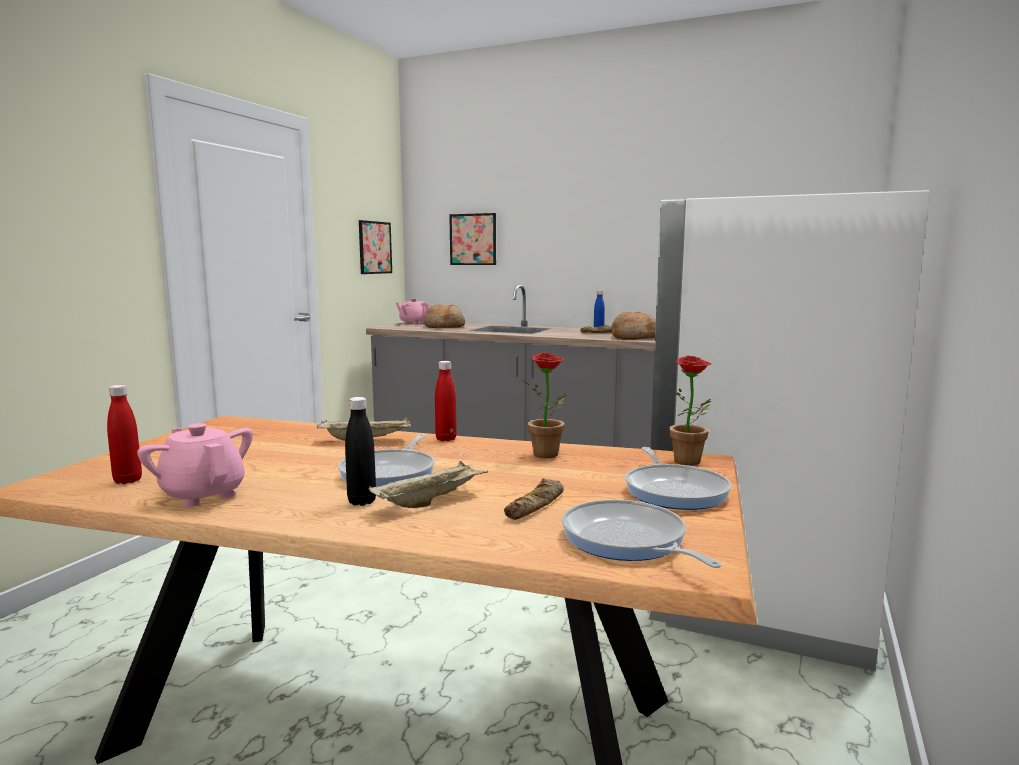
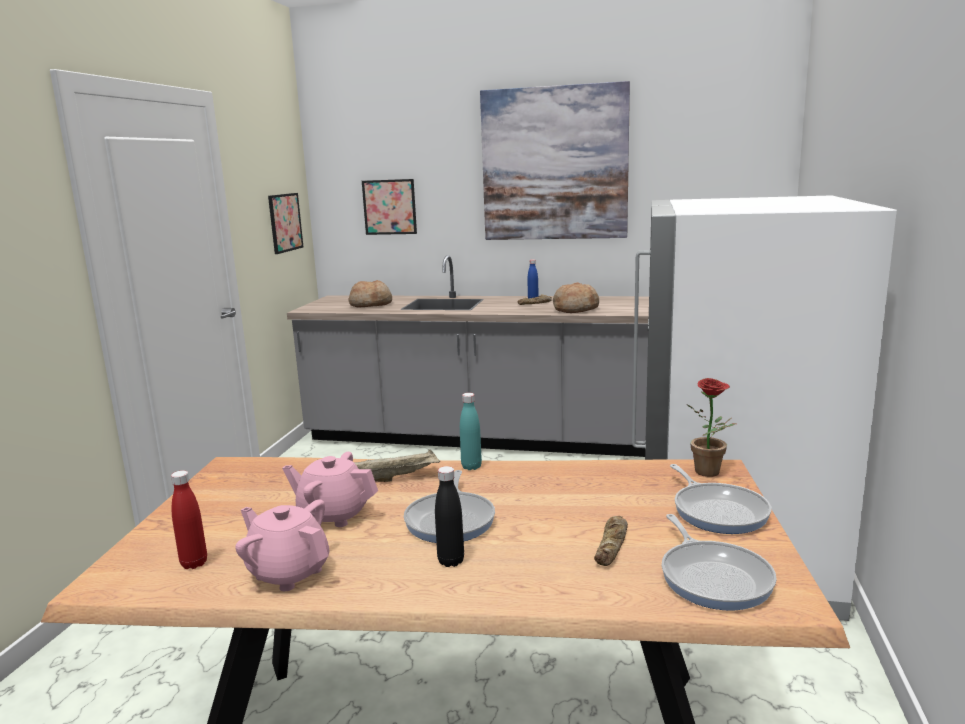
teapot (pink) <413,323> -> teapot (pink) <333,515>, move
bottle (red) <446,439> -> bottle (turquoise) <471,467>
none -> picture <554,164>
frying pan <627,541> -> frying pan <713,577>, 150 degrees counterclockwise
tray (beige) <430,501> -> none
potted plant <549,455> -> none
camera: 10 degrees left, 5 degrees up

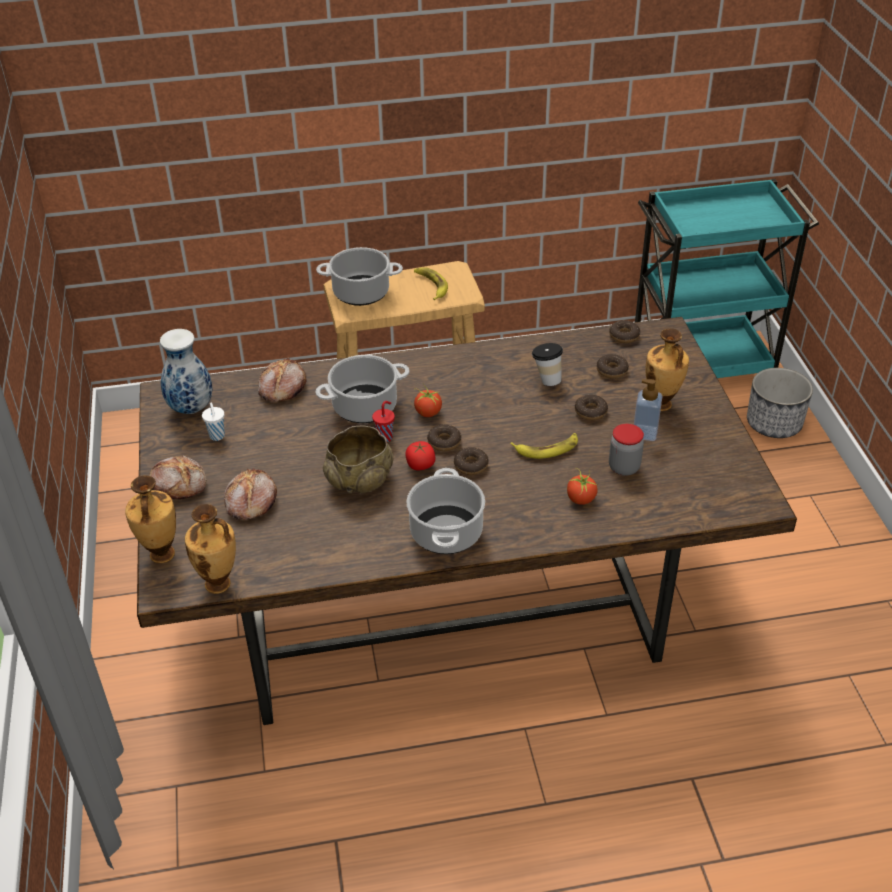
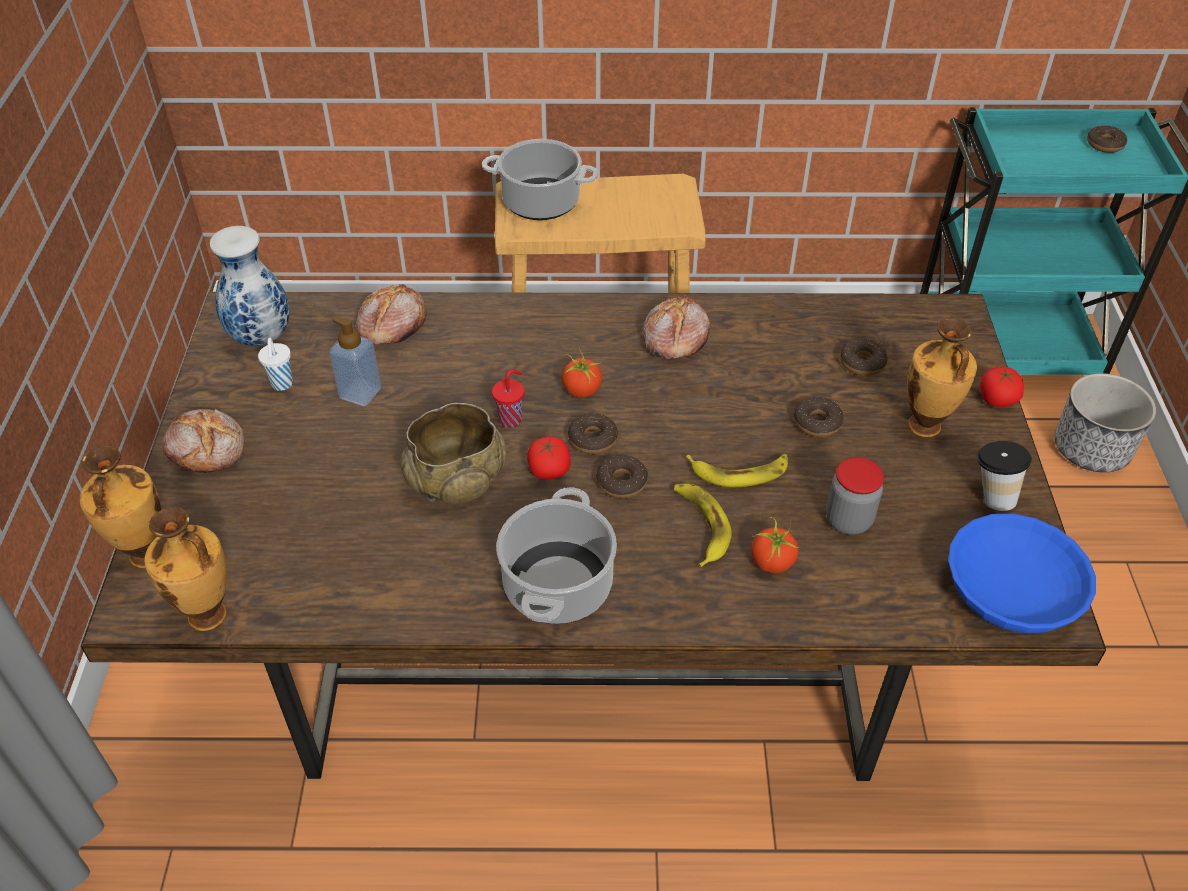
soap dispenser <645,433> -> soap dispenser <360,393>, move
bread <250,501> -> bread <674,338>, move
banana <431,285> -> banana <700,526>, move
none -> bowl (blue) <1011,591>
cup <546,379> -> cup <991,496>, move
none -> tomato <996,399>
donut <624,336> -> donut <1104,144>, move
cooking pot <364,407> -> none
camera: 10 degrees right, 5 degrees up

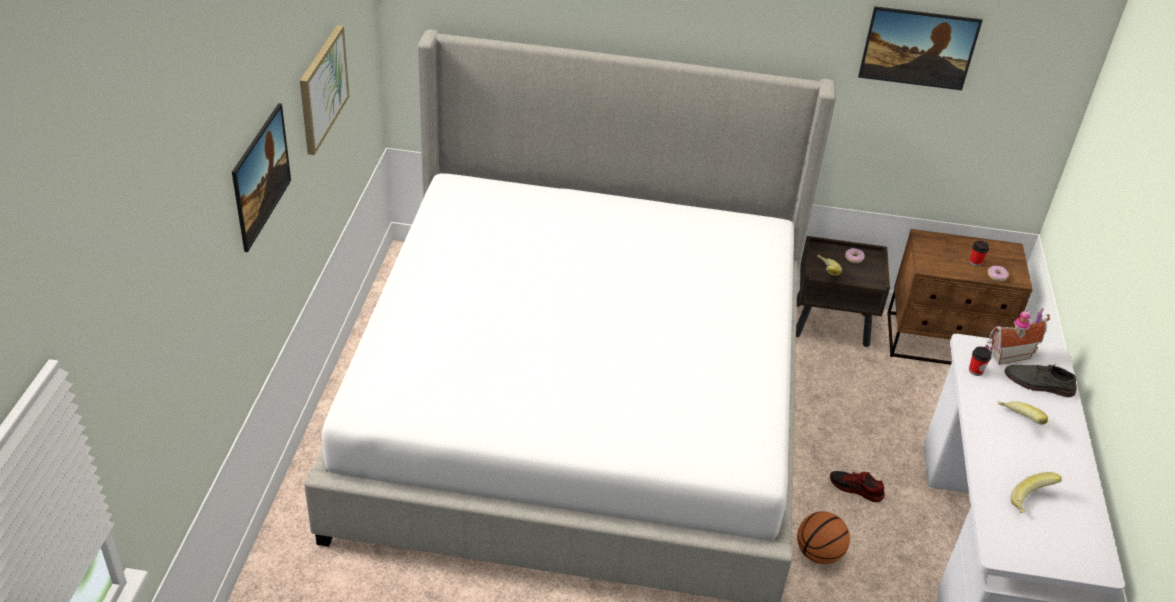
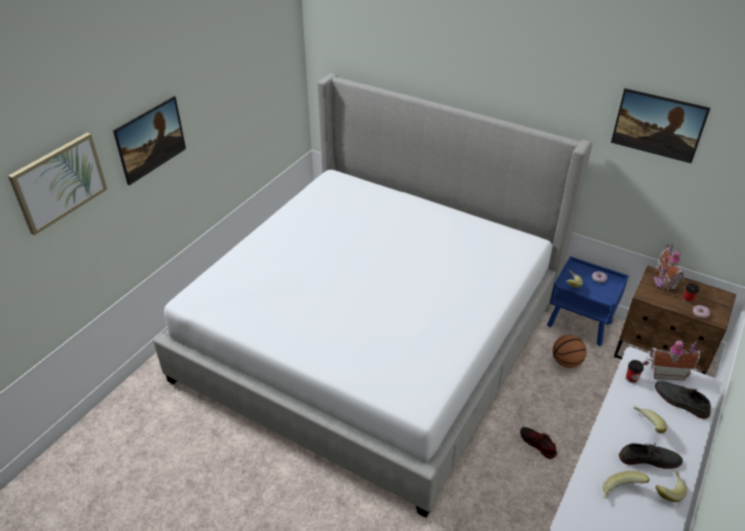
picture <322,88> -> picture <59,182>, move
nightstand (brown) <832,324> -> nightstand (blue) <580,324>
basketball <818,554> -> basketball <566,362>, move
none -> shoe (grey) <649,459>
none -> toy house <663,282>
none -> banana <666,490>
camera: 25 degrees right, 0 degrees up

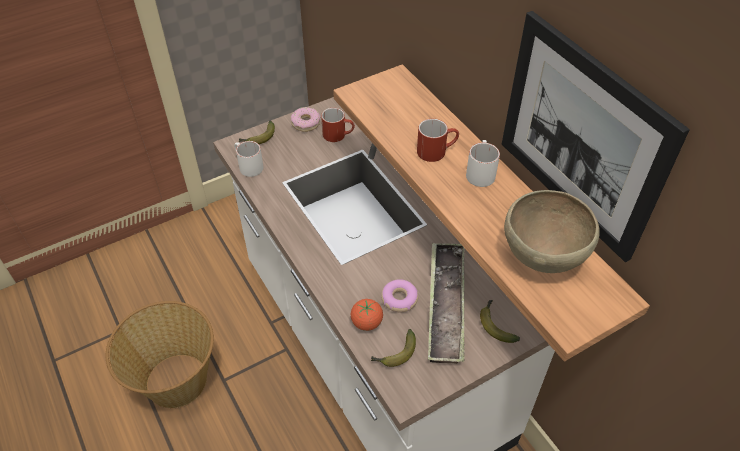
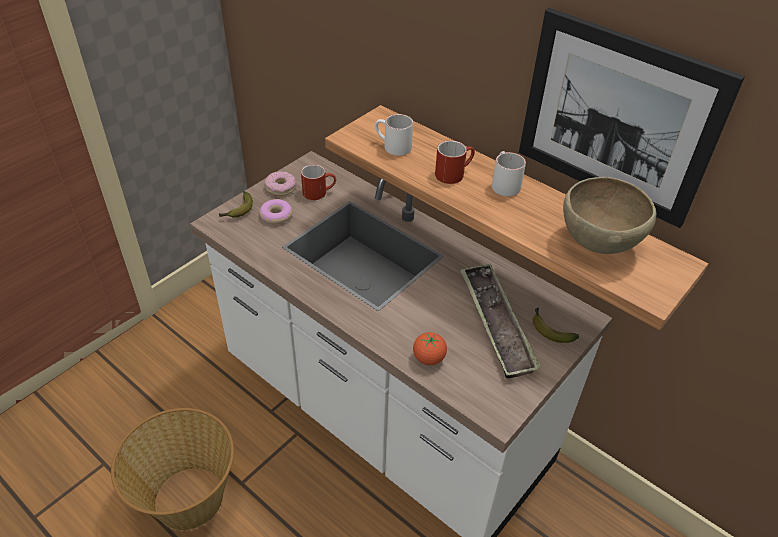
donut <399,299> -> donut <276,216>, move
mug (white) <247,166> -> mug (white) <392,146>, move
banana <395,354> -> none
camera: 20 degrees left, 5 degrees down

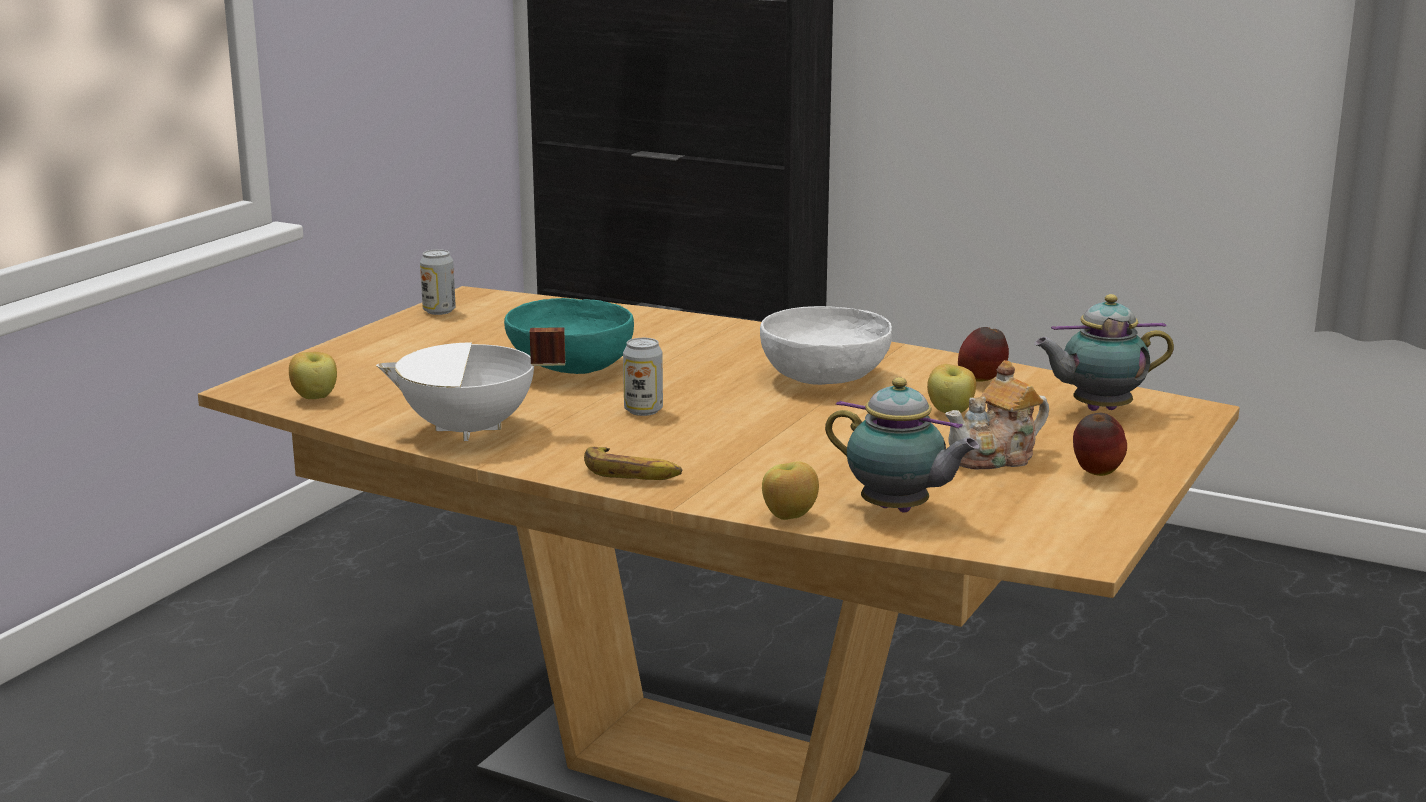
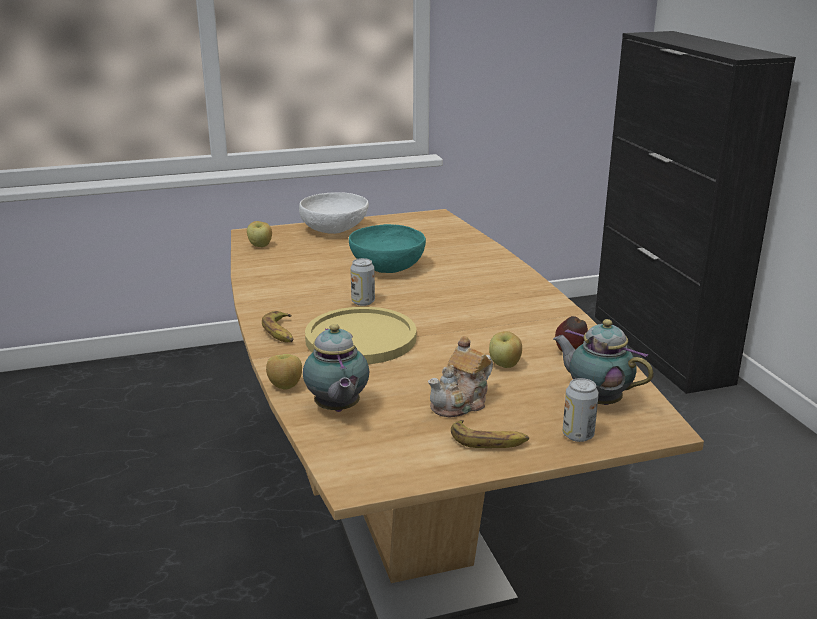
bowl (white) <825,377> -> bowl (white) <335,230>, move
none -> plate (yellow) <361,338>
teapot <996,457> -> teapot <461,403>, 60 degrees counterclockwise
apple <1096,475> -> banana <489,441>
can <439,311> -> can <578,435>, move
cooking pot (white) <469,430> -> none
camera: 45 degrees right, 5 degrees up

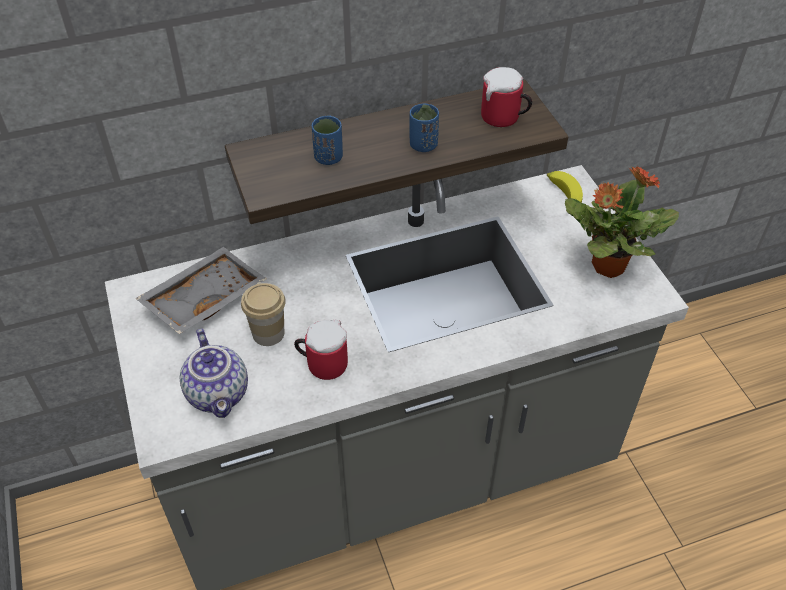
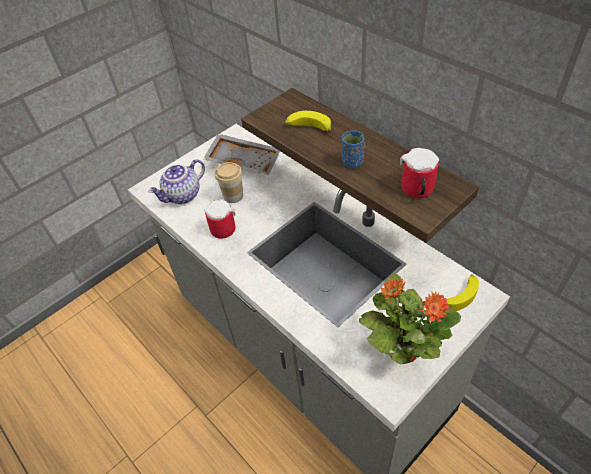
cup (blue) <328,158> -> banana <308,128>
camera: 70 degrees right, 0 degrees up

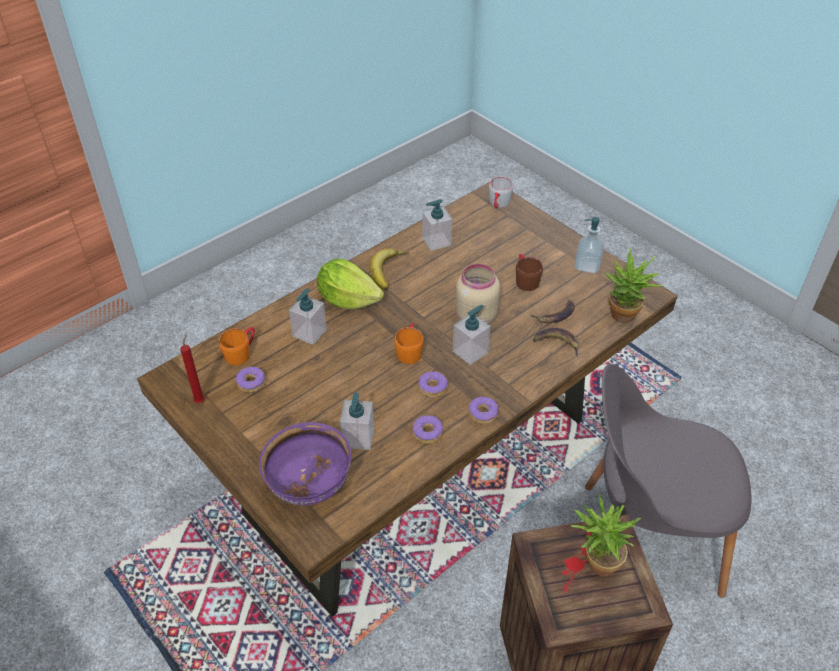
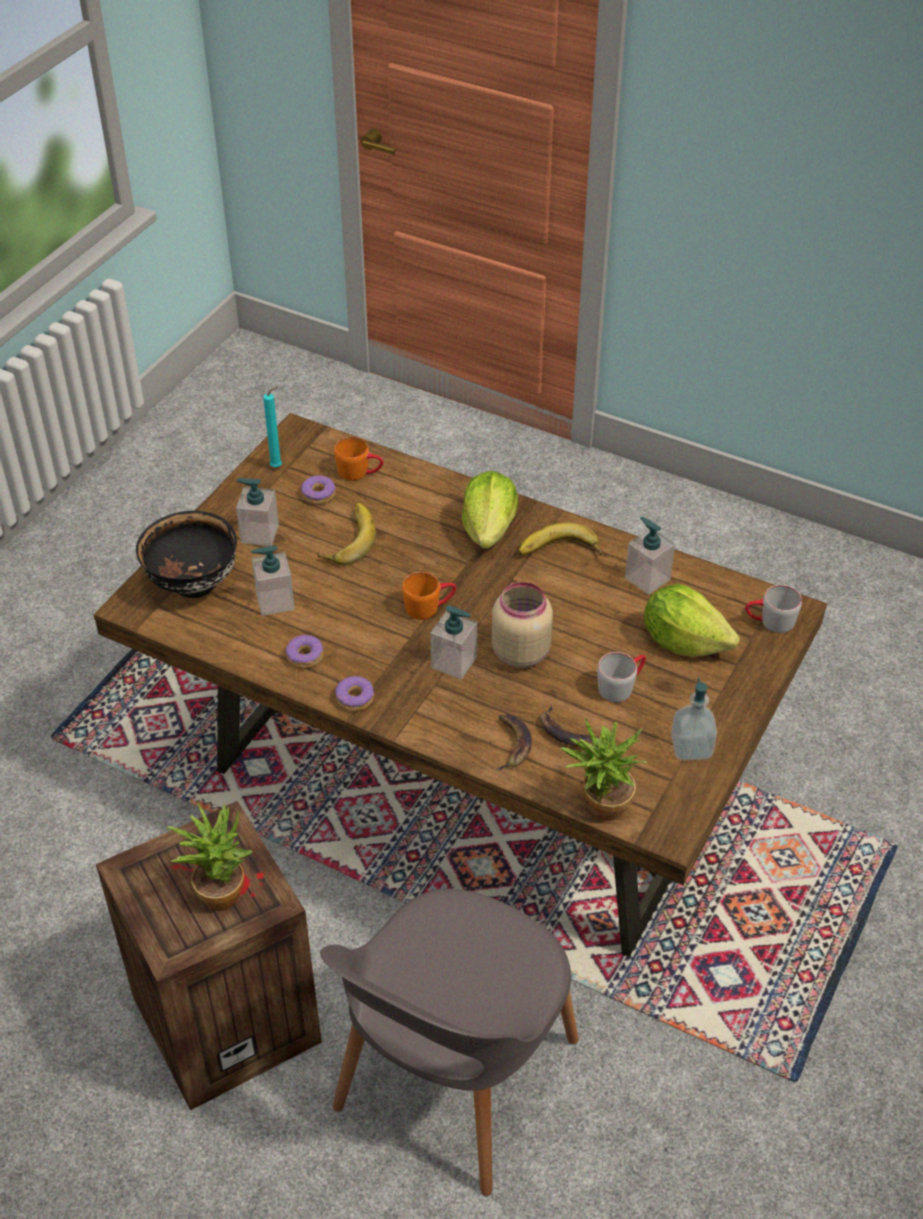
bowl (purple) <310,488> -> bowl (black) <193,585>
soap dispenser <309,333> -> soap dispenser <259,534>, move
candle (red) <200,400> -> candle (turquoise) <278,467>
none -> banana <347,538>
chair (grey) <645,538> -> chair (grey) <453,1080>, 135 degrees counterclockwise
mug (brown) <525,279> -> mug (grey) <621,685>
none -> lettuce <684,641>
donut <432,388> -> none
camera: 70 degrees right, 0 degrees up

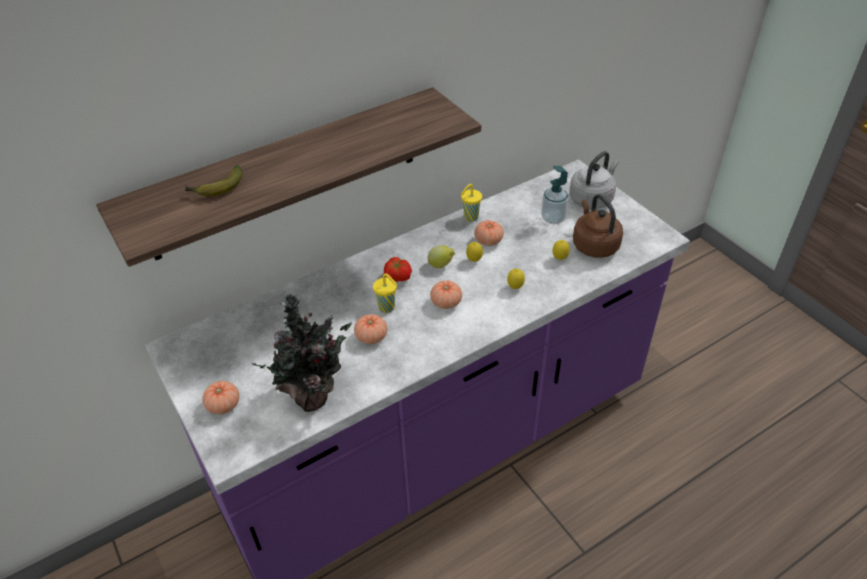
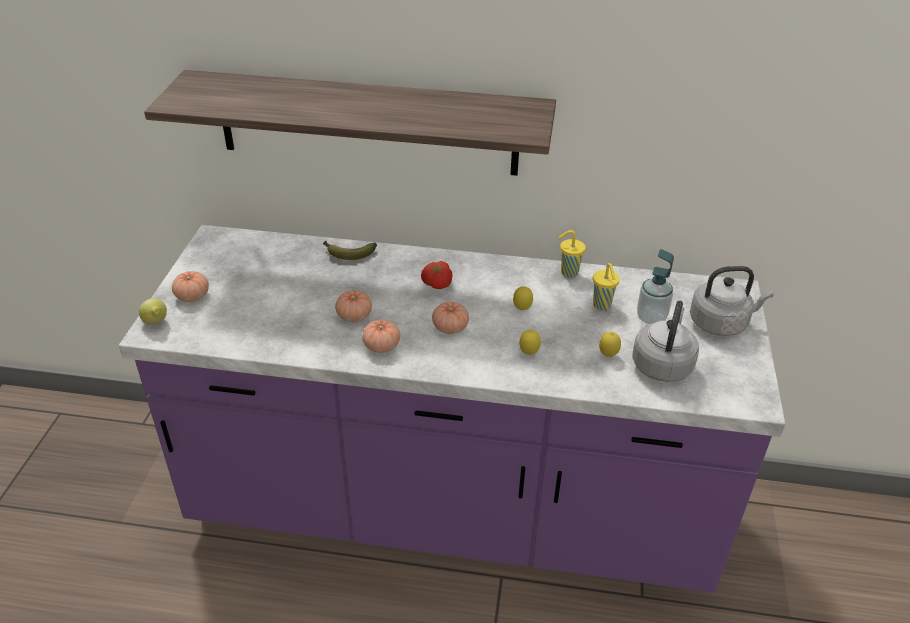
lemon <441,265> -> lemon <156,323>, move
banana <216,188> -> banana <347,253>, move
tomato <488,241> -> tomato <381,346>, move
cup (yellow) <387,308> -> cup (yellow) <602,305>, move
kettle (brown) <594,245> -> kettle (grey) <662,364>
potted plant <314,395> -> none
camera: 40 degrees right, 5 degrees down

